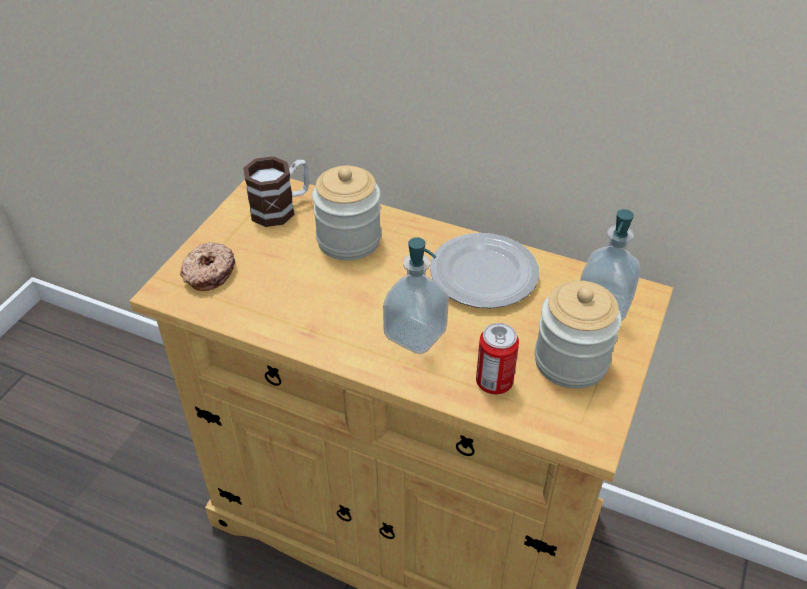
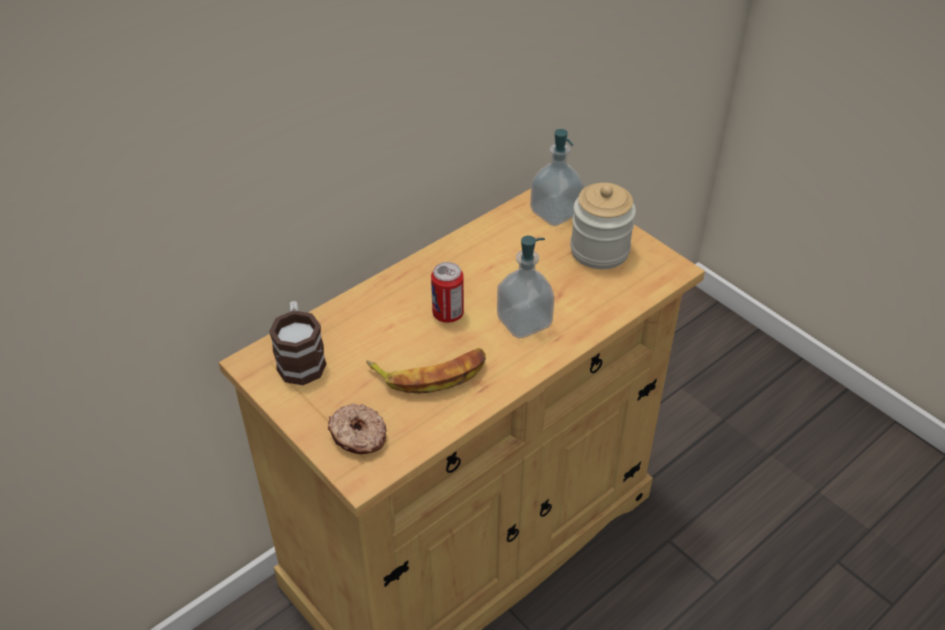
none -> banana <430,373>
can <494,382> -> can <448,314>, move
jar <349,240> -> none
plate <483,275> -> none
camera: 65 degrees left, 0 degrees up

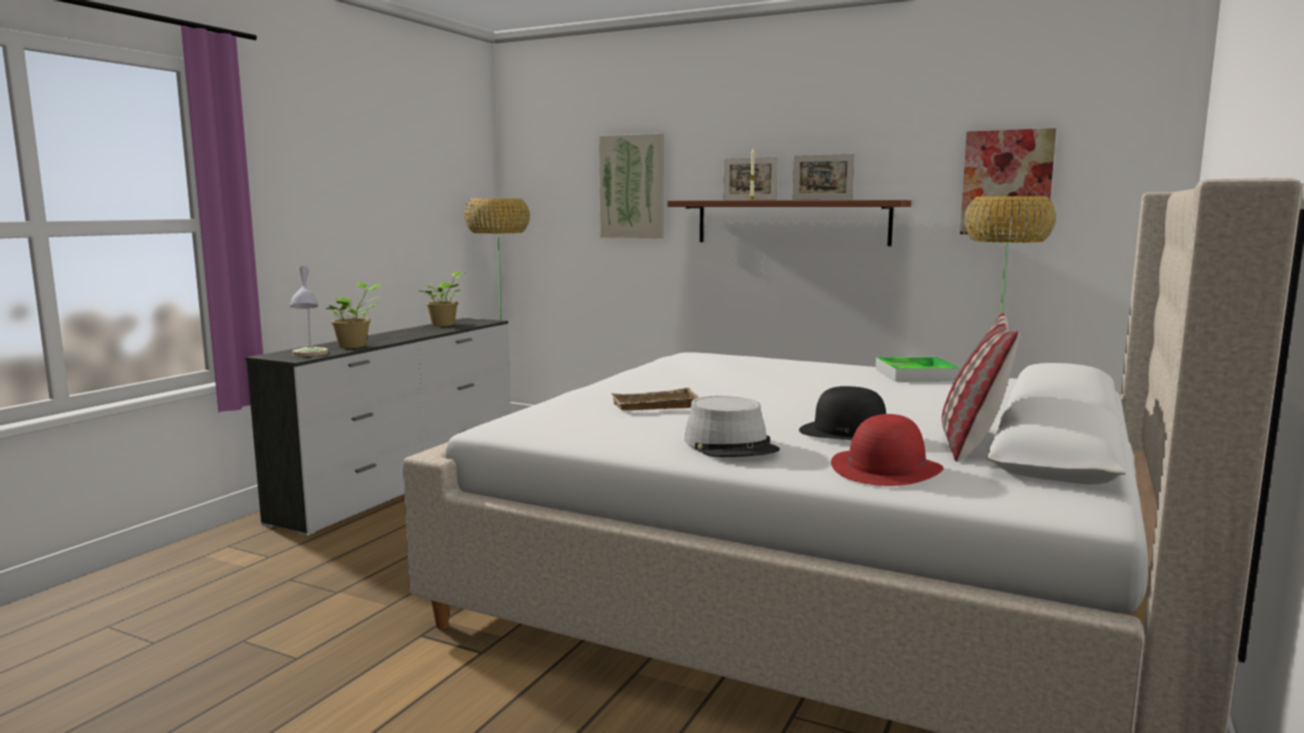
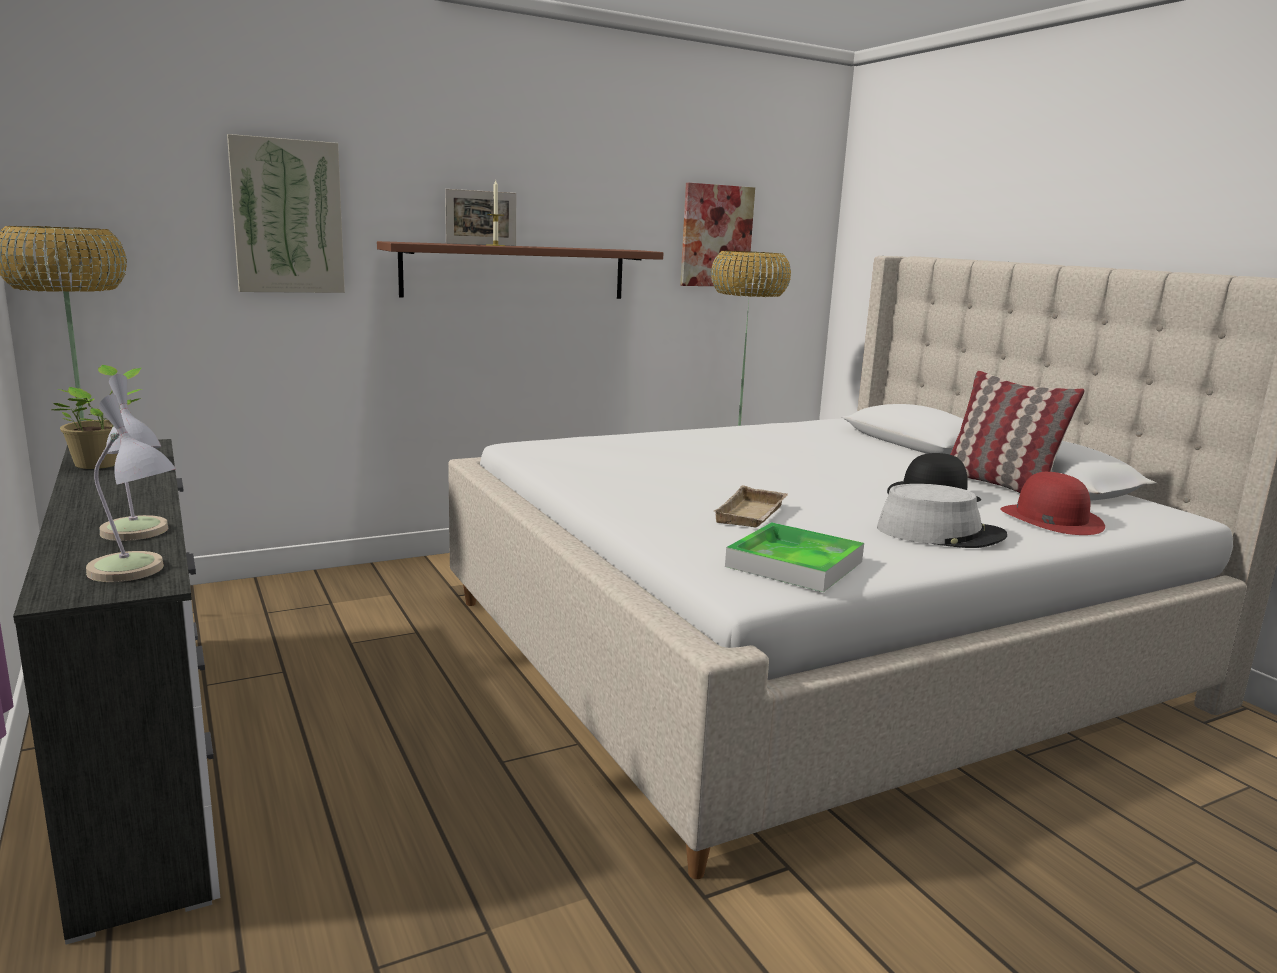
potted plant <355,346> -> table lamp <138,534>
tray <916,374> -> tray <794,564>, move
picture frame <822,199> -> none
camera: 55 degrees left, 5 degrees up

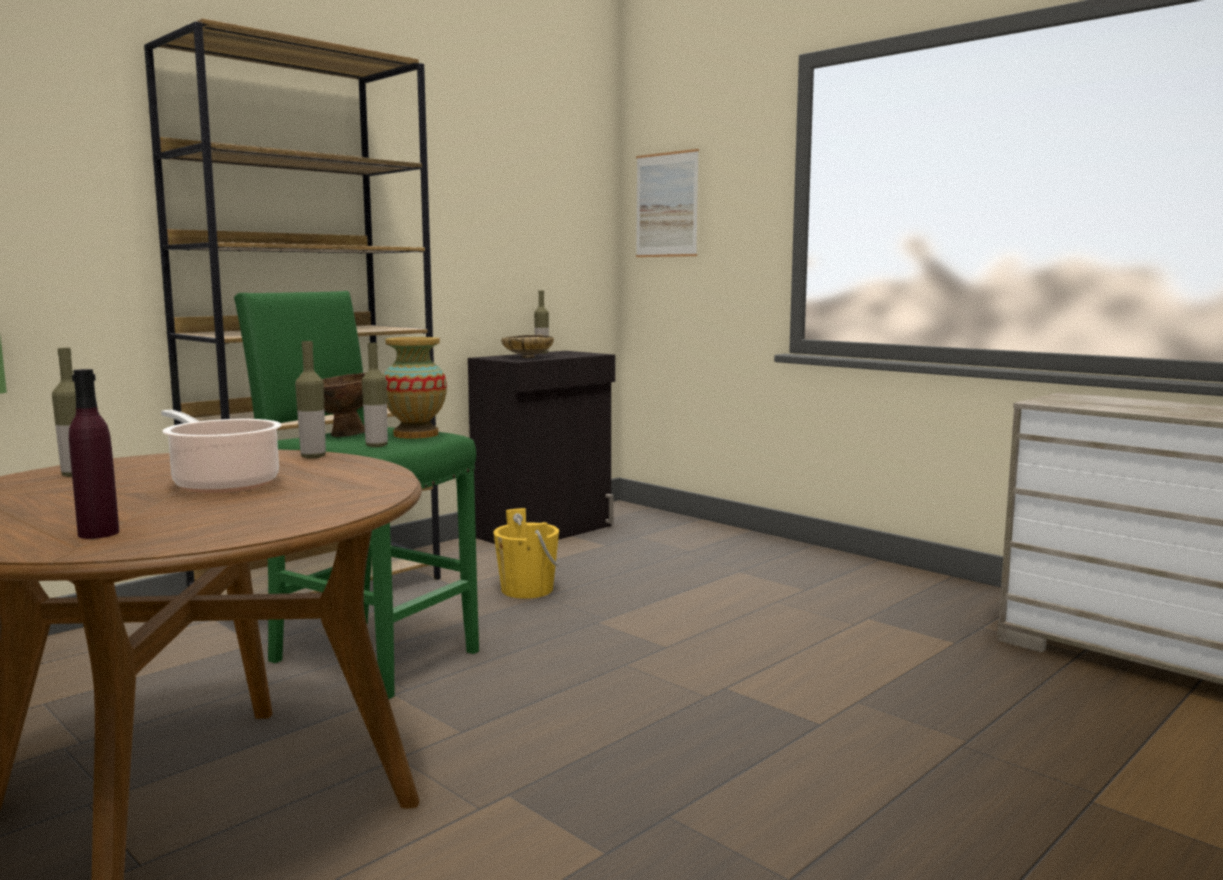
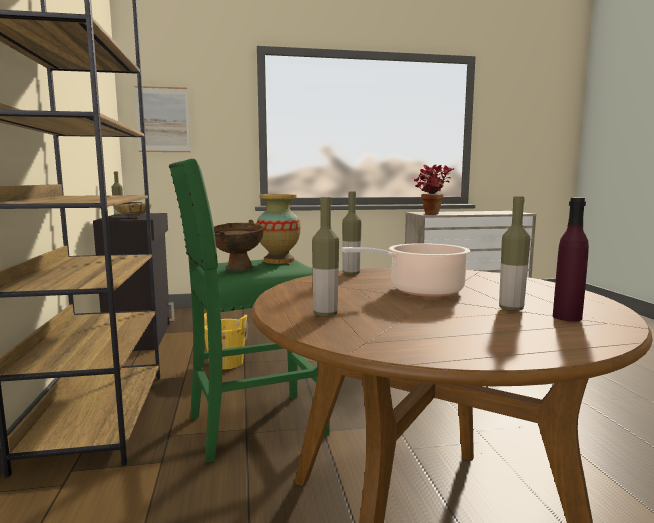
none -> potted plant <430,213>
bottle <376,446> -> bottle <511,309>, move
camera: 55 degrees left, 0 degrees up

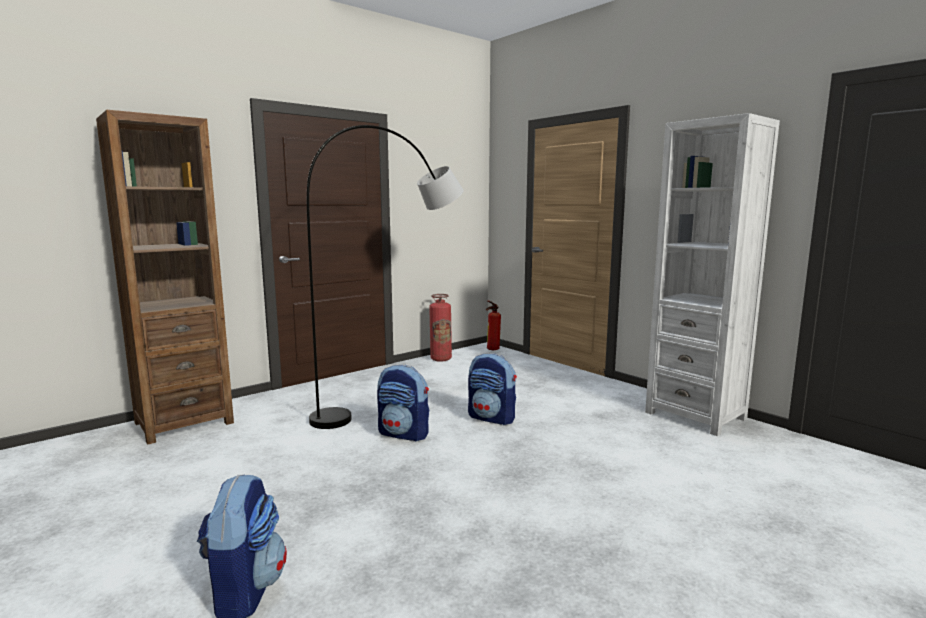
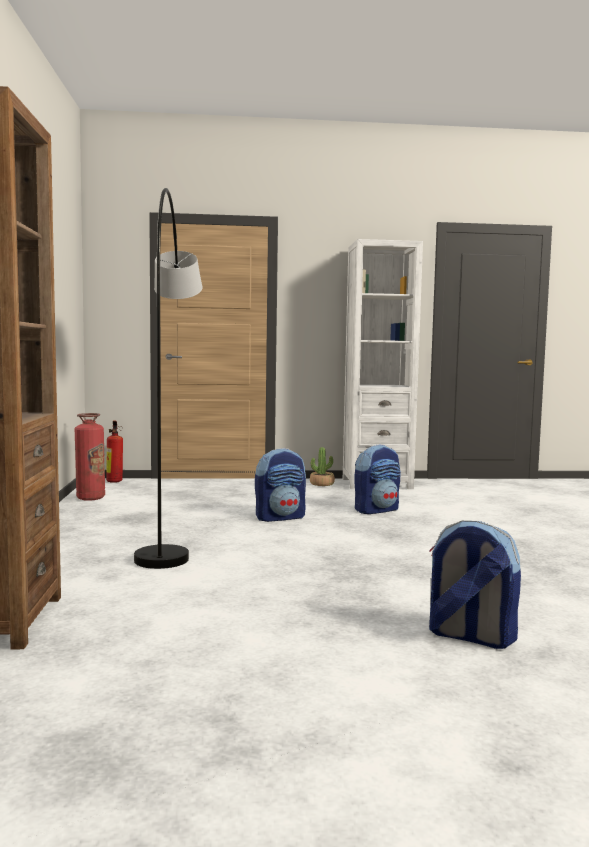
none -> potted plant <322,484>
backpack <404,434> -> backpack <376,510>, move
camera: 55 degrees left, 5 degrees down

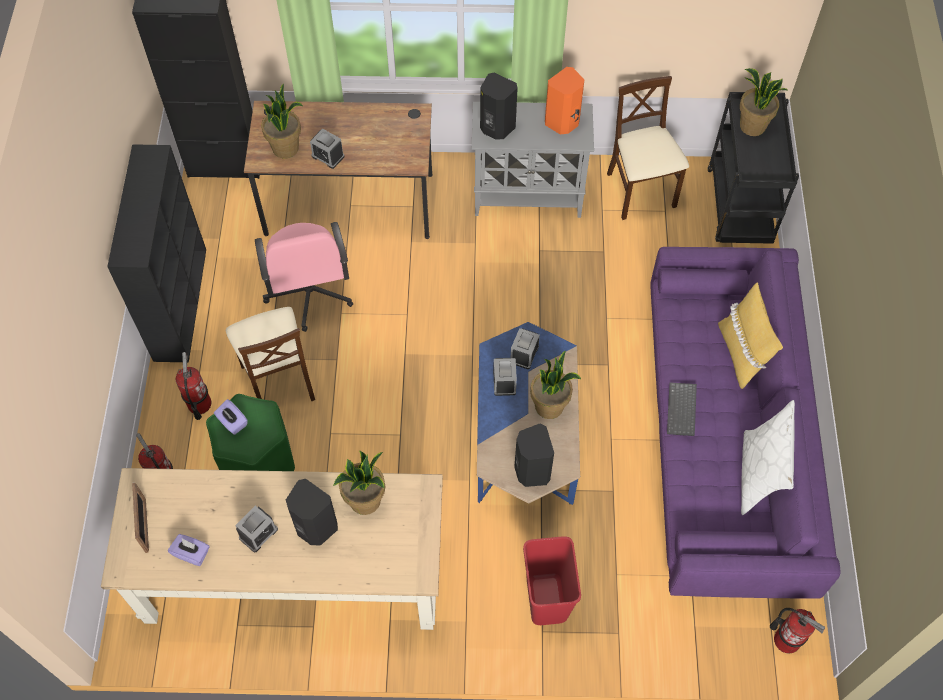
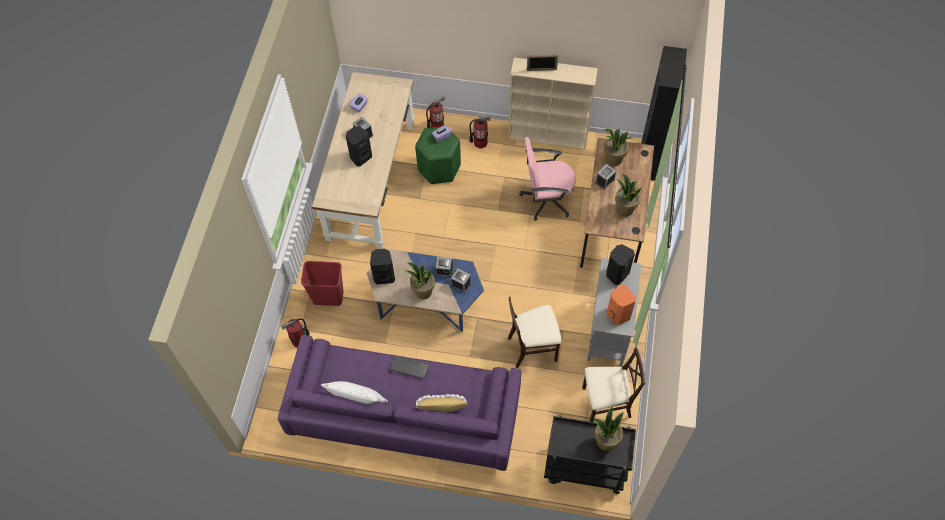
fire extinguisher <787,639> -> fire extinguisher <299,341>, move
bookcase (black) <180,302> -> bookcase (beige) <549,135>
chair (beige) <279,380> -> chair (beige) <532,348>, move
picture frame <145,525> -> picture frame <541,70>, move
potted plant <365,501> -> potted plant <624,209>, move
camera: 100 degrees right, 0 degrees up

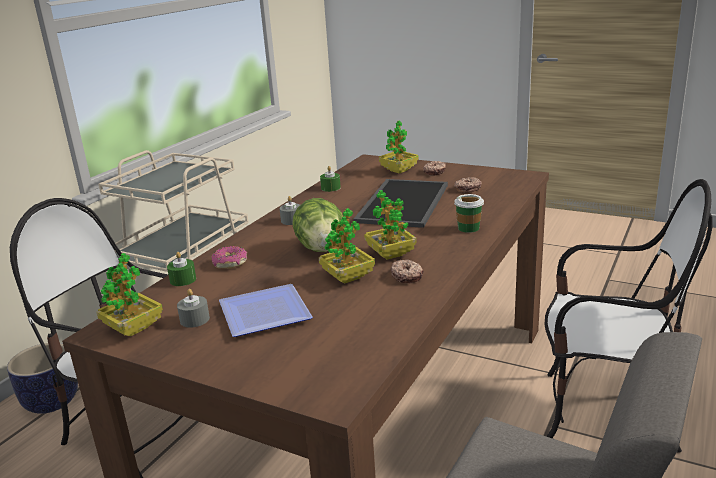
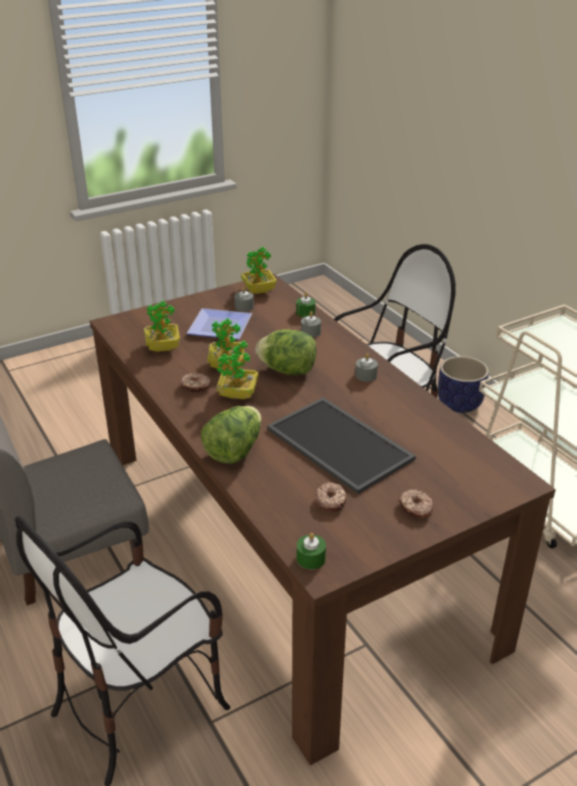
potted plant <399,170> -> potted plant <163,347>, move
cup <468,228> -> lettuce <234,450>
candle (green) <330,188> -> candle (green) <311,558>, move
donut <230,263> -> candle (grey) <310,332>
camera: 120 degrees right, 10 degrees up

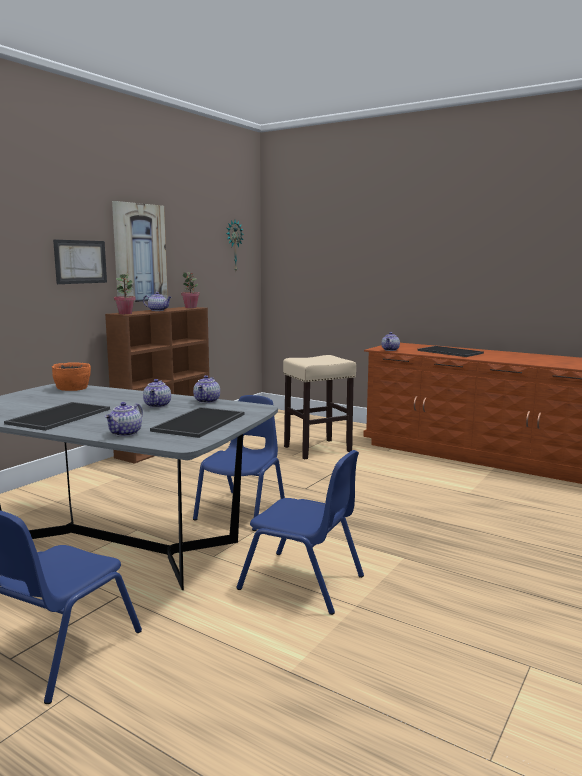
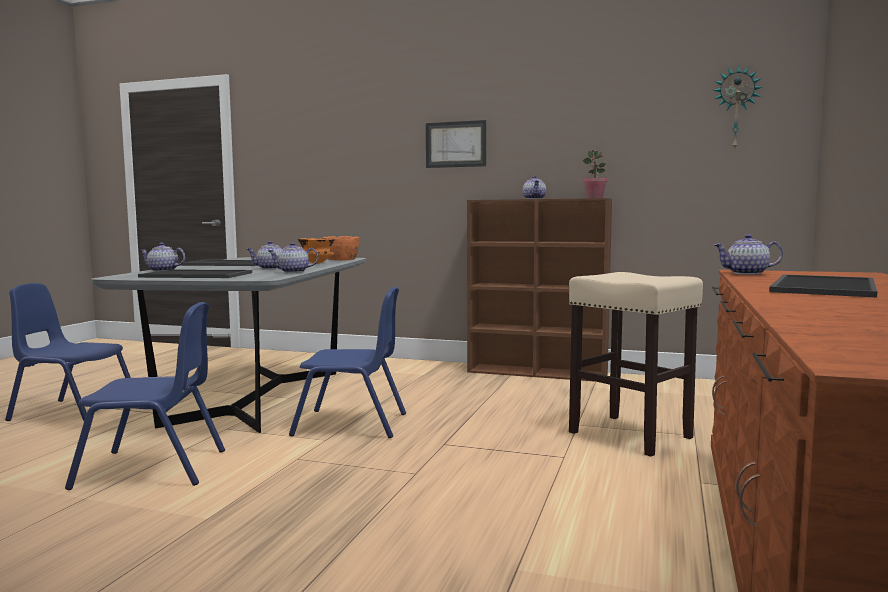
chair (blue) <302,582> -> chair (blue) <152,469>, 105 degrees counterclockwise
none -> bowl (orange) <317,263>
picture <139,253> -> none
potted plant <125,313> -> none
camera: 75 degrees right, 5 degrees down

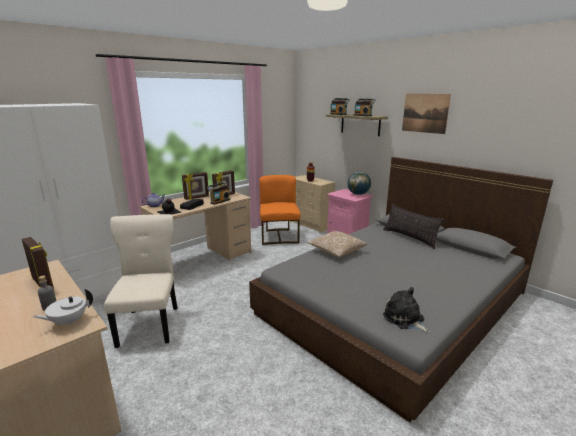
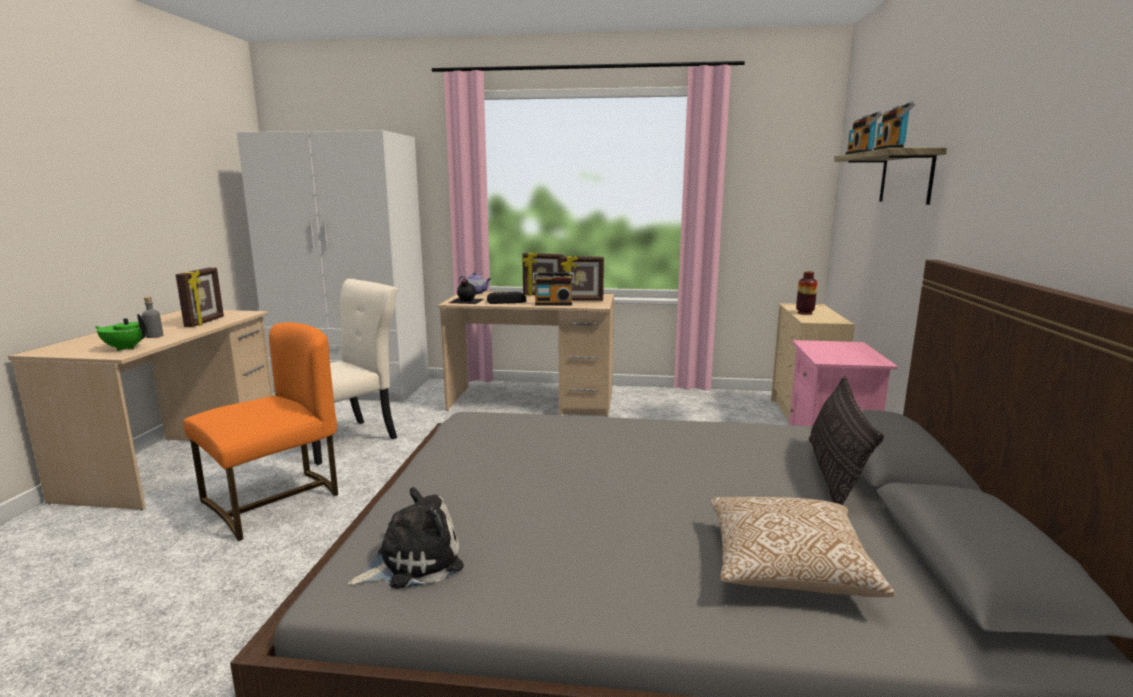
teapot (white) <68,322> -> teapot (green) <125,348>
chair (orange) <279,237> -> chair (orange) <274,501>, move
plush toy <405,319> -> plush toy <413,562>, 45 degrees clockwise
pillow <336,251> -> pillow <787,568>, move
globe <358,194> -> none
picture <425,113> -> none
camera: 50 degrees right, 5 degrees down

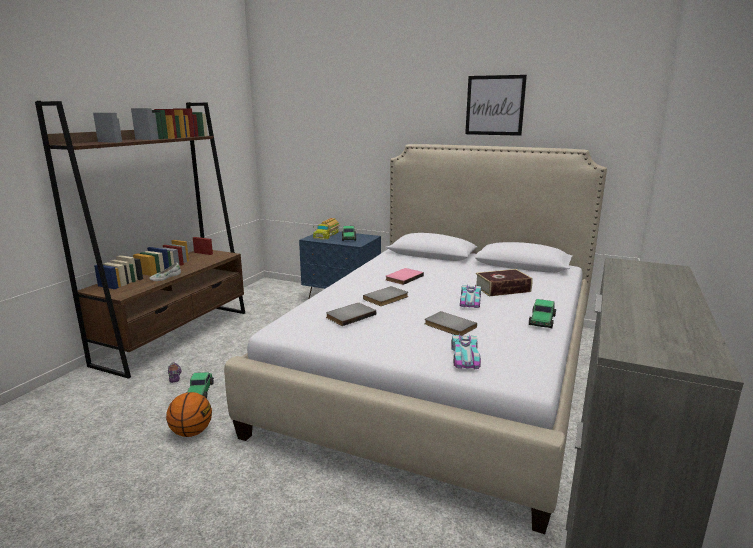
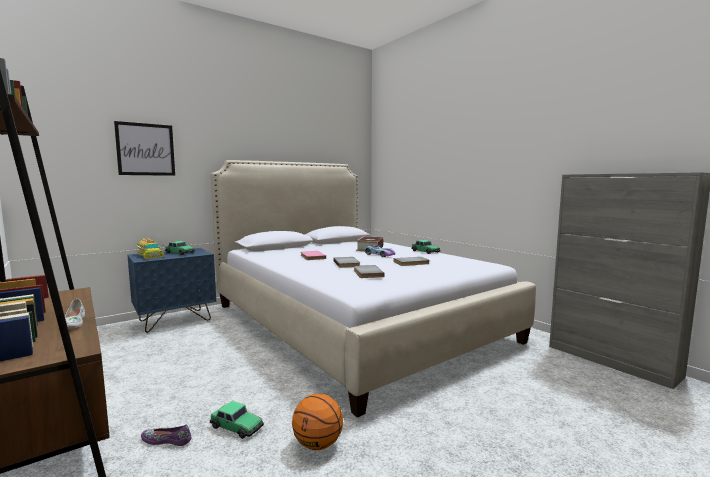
picture <495,105> -> picture <146,149>, move
toy car <465,357> -> none
camera: 60 degrees left, 10 degrees down

